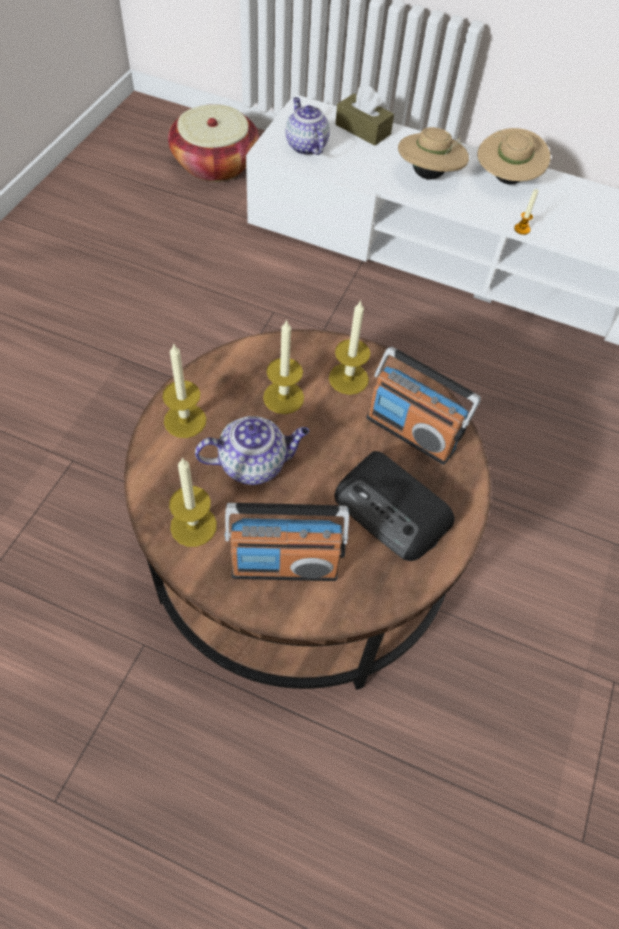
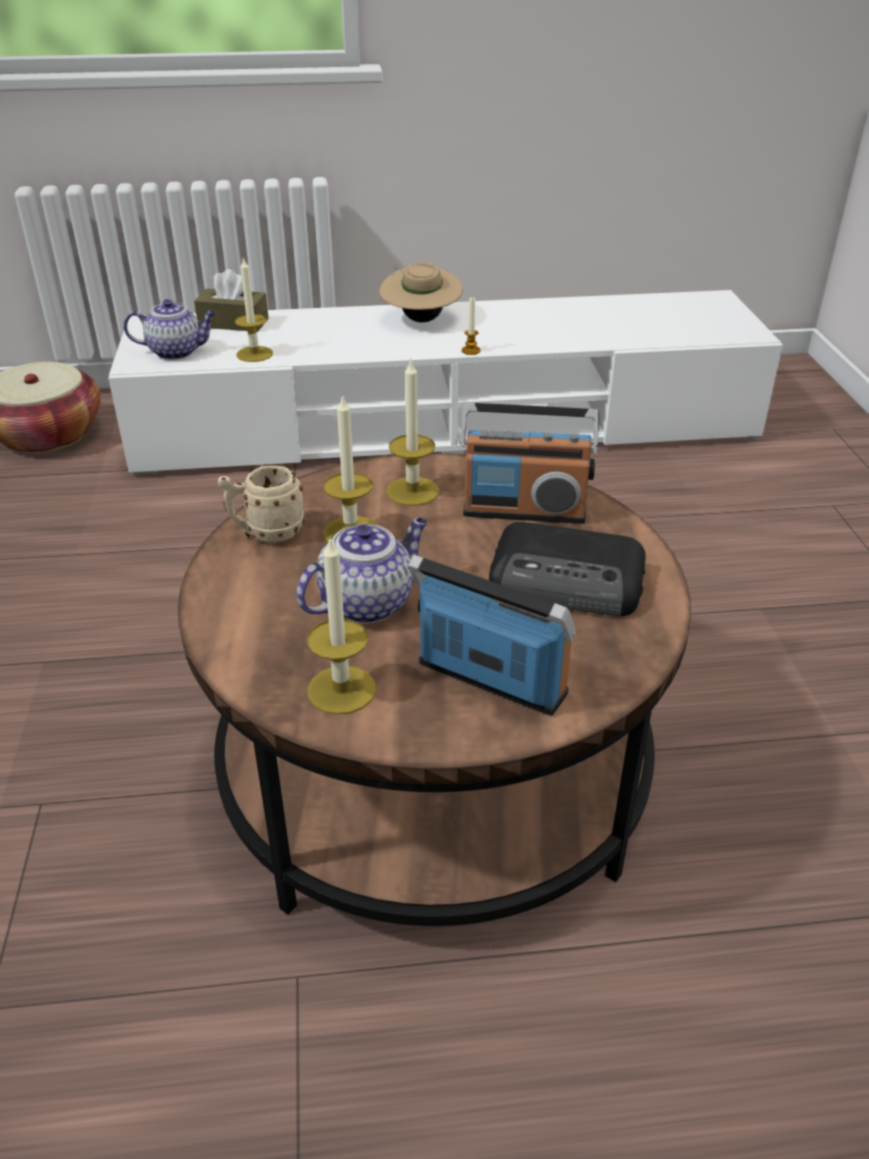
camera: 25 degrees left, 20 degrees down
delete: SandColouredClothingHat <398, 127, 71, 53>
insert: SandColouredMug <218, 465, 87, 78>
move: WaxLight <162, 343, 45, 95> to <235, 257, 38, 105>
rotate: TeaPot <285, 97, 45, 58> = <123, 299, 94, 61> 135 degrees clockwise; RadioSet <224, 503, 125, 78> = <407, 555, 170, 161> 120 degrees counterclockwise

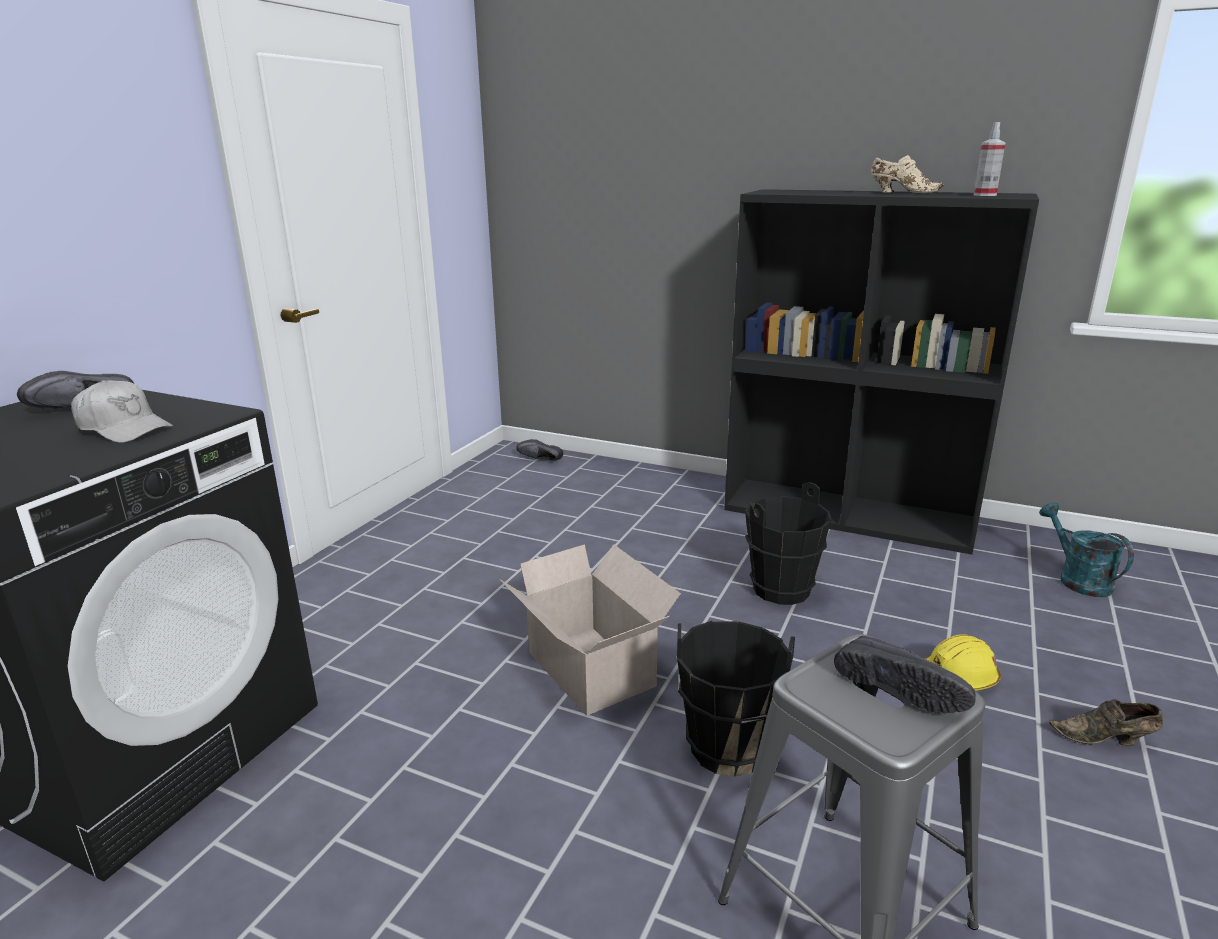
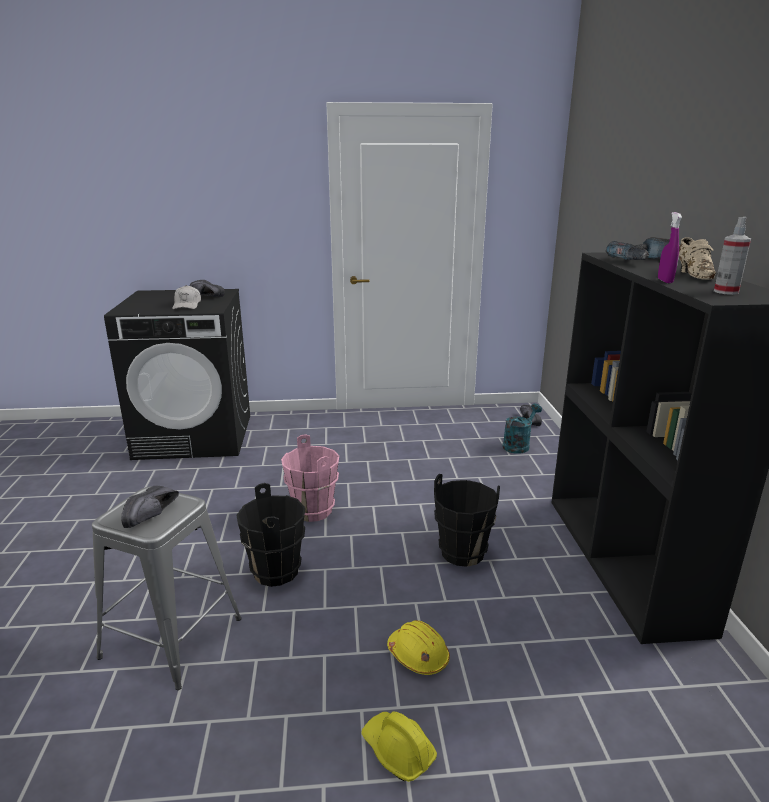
camera: 60 degrees right, 0 degrees up
insert: PurpleHandSprayer <658, 212, 24, 71>; Drill <606, 237, 64, 23>
move: BlueGreenSprinklingCan <1039, 502, 95, 95> to <502, 404, 40, 50>
replace: PackingBox <500, 544, 181, 172> to PinkishPail <281, 434, 58, 88>; BrownColouredShoe <1050, 699, 113, 47> to YellowHardHat <361, 712, 76, 70>

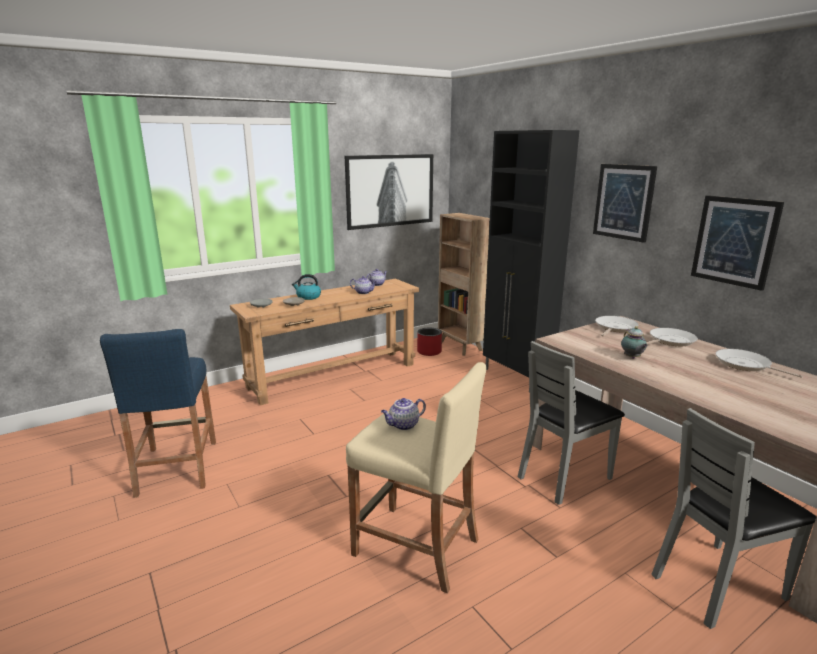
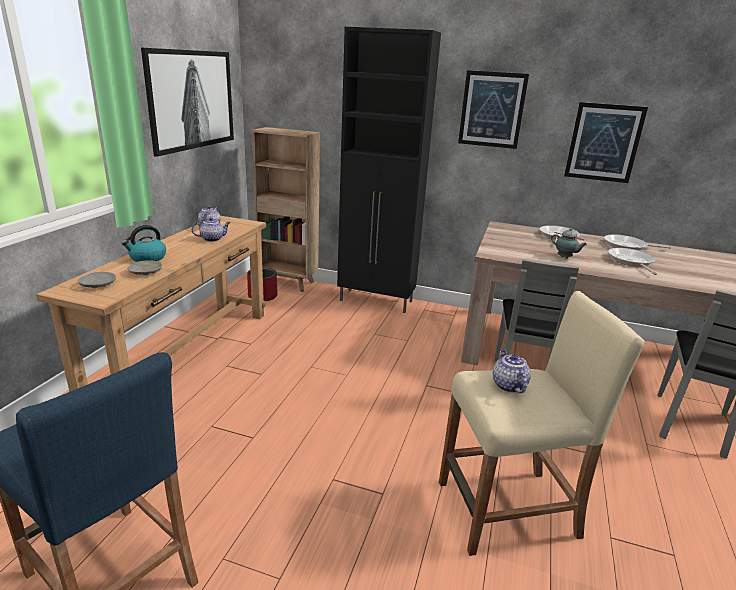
camera: 40 degrees left, 5 degrees up
move: Skillet <595, 316, 43, 20> to <608, 248, 49, 27>
rotate: TeaPot <381, 398, 45, 32> = <493, 348, 38, 45> 150 degrees clockwise

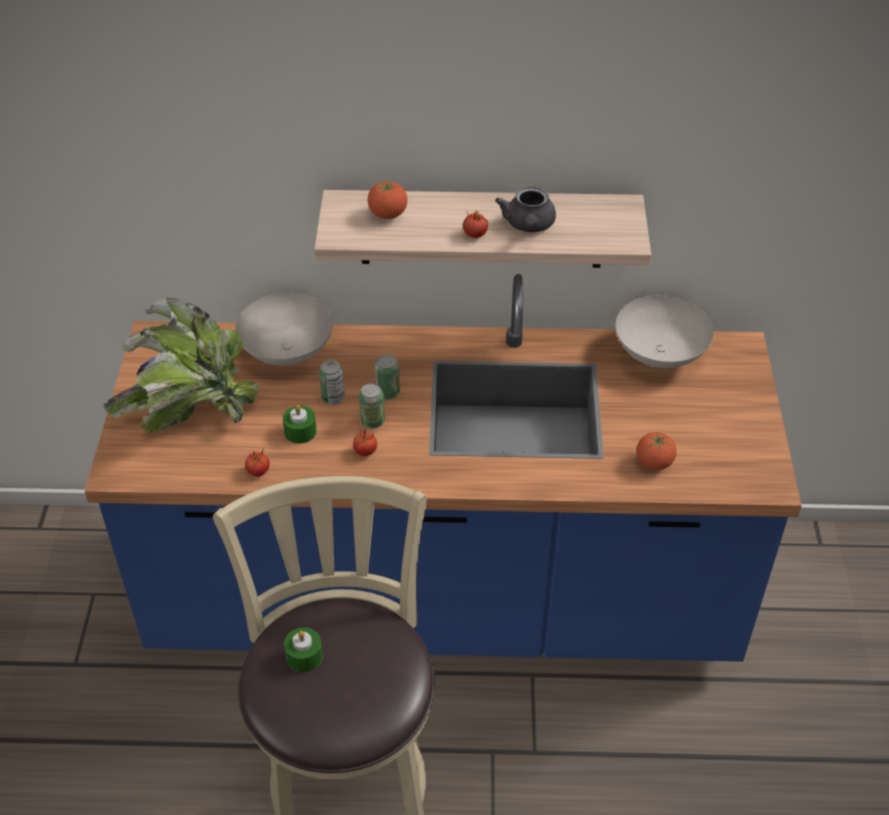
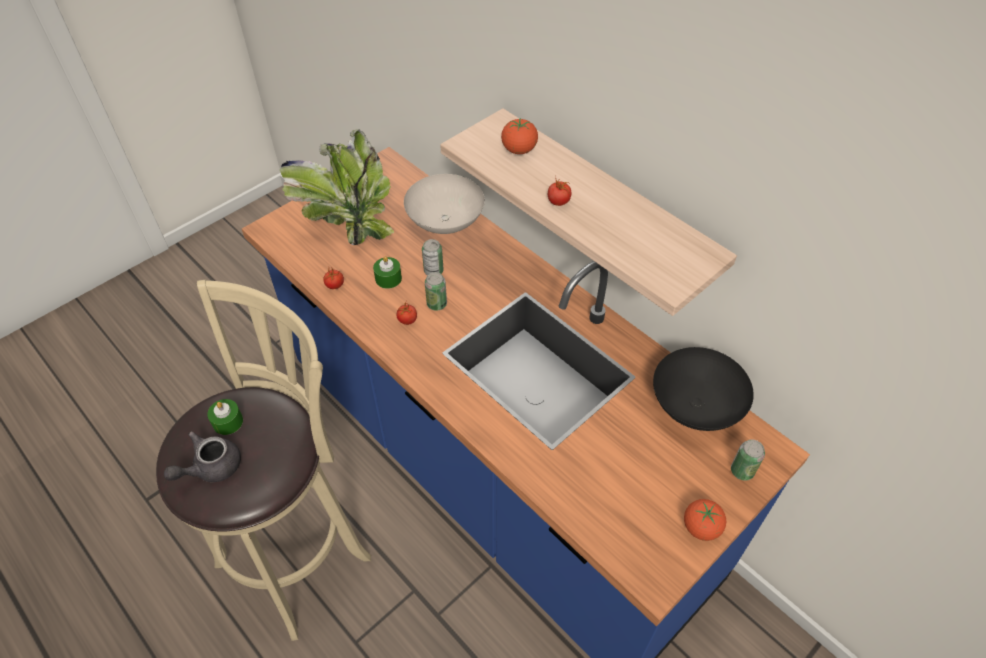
camera: 45 degrees right, 5 degrees up
move: GreyishTeaPot <495, 186, 61, 46> to <164, 431, 77, 51>; MetalCan <375, 354, 25, 45> to <731, 439, 34, 42>; FreshTomato <636, 432, 41, 38> to <684, 499, 42, 42>
recolor: WhiteBowl <615, 296, 99, 72> to BlackColouredBowl <653, 347, 101, 84>

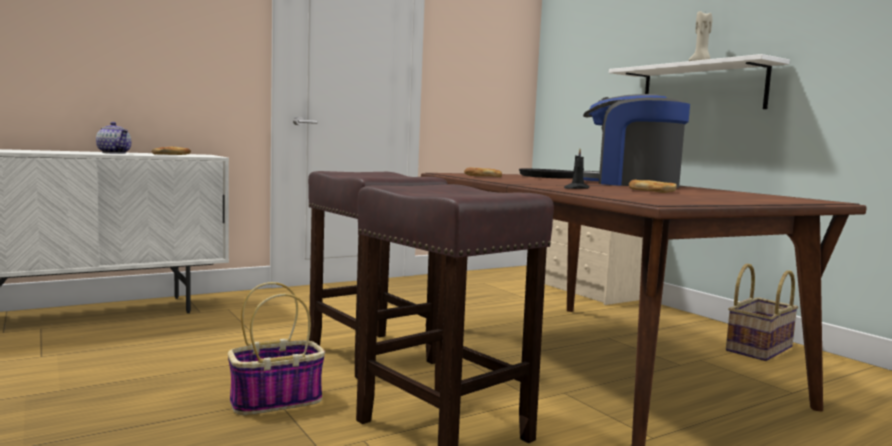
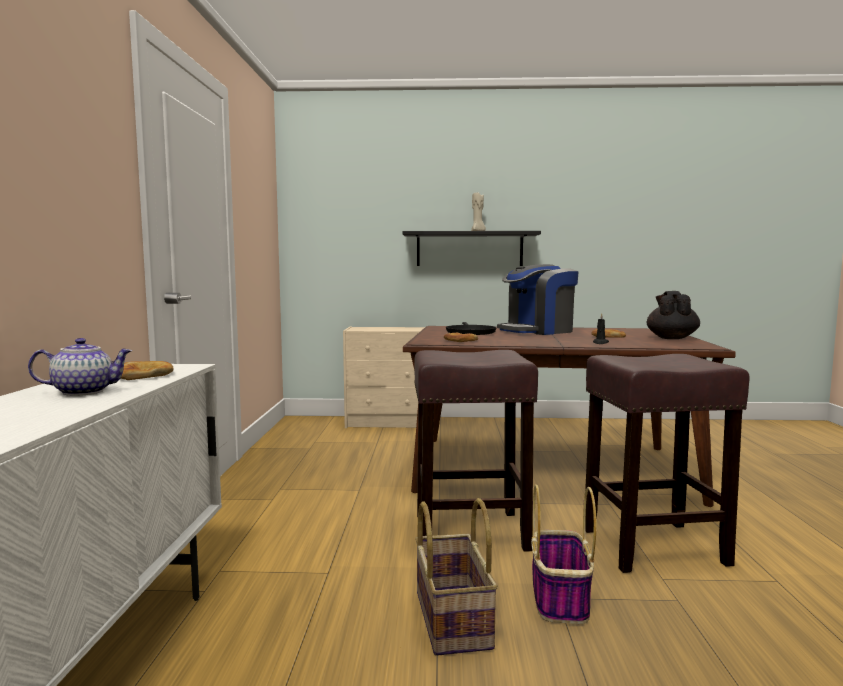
camera: 55 degrees left, 0 degrees up
insert: BlackColouredTeaPot <647, 291, 53, 48>
move: Basket <726, 264, 72, 97> to <415, 498, 83, 158>
recolor: WhiteShelf <609, 54, 181, 55> to BlackColouredShelf <403, 231, 138, 35>

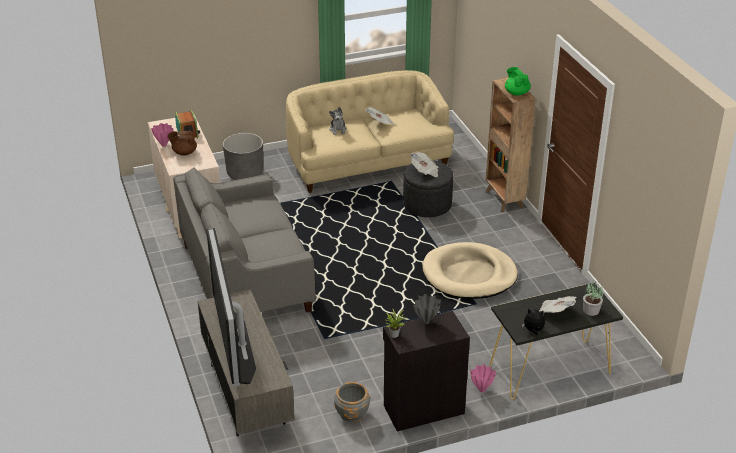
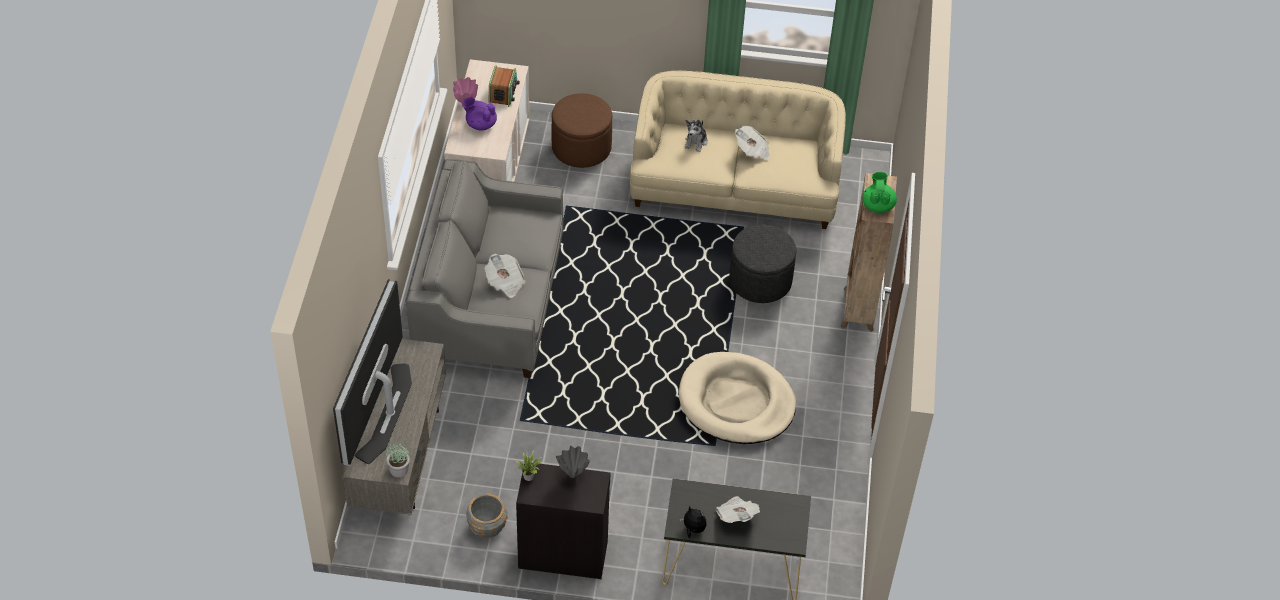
camera: 25 degrees right, 15 degrees up
delete: PinkishDecorativeVase <470, 364, 26, 29>
move: DailyPaper <410, 152, 28, 25> to <485, 254, 41, 44>; PottedPlant <583, 281, 20, 35> to <386, 440, 24, 37>
replace: GreyishFlowerPot <223, 133, 40, 47> to BrownColouredFootrest <552, 93, 60, 75>
recolor: BrownColouredTeaPot <167, 130, 30, 26> to PurpleTeaPot <462, 97, 35, 33>

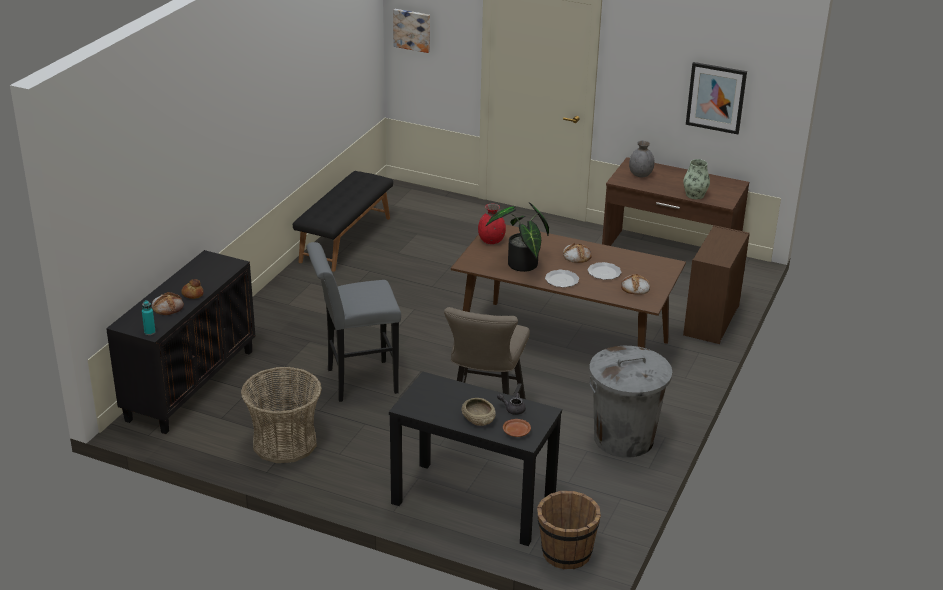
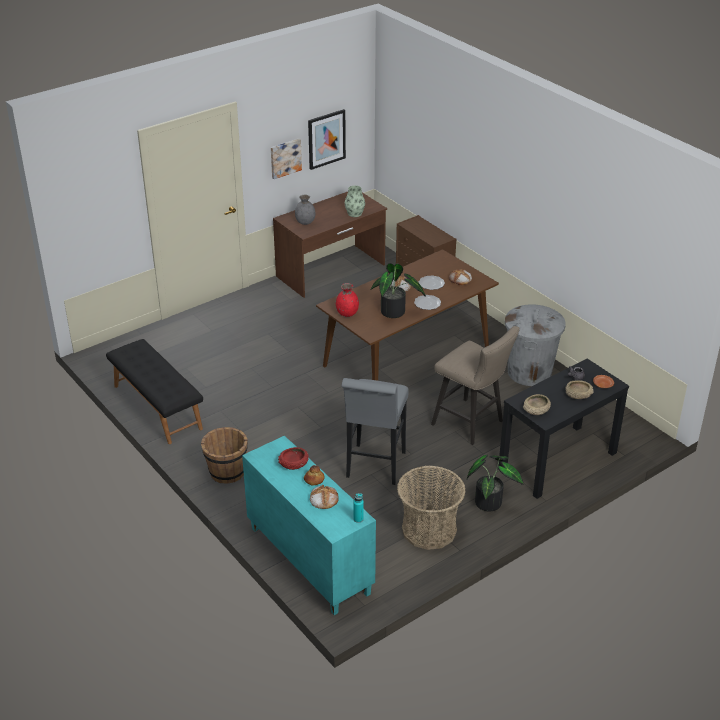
camera: 60 degrees left, 5 degrees up
insert: SandColouredBowl <523, 394, 28, 21>; ReddishBowl <278, 447, 31, 23>; PottedPlant <467, 454, 56, 58>
move: Picture <393, 9, 37, 44> to <271, 138, 31, 41>; BrownColouredPail <537, 491, 64, 78> to <201, 427, 47, 57>
recolor: BlackColouredCabinet <106, 250, 149, 184> to BlueGreenCabinet <242, 436, 134, 179>

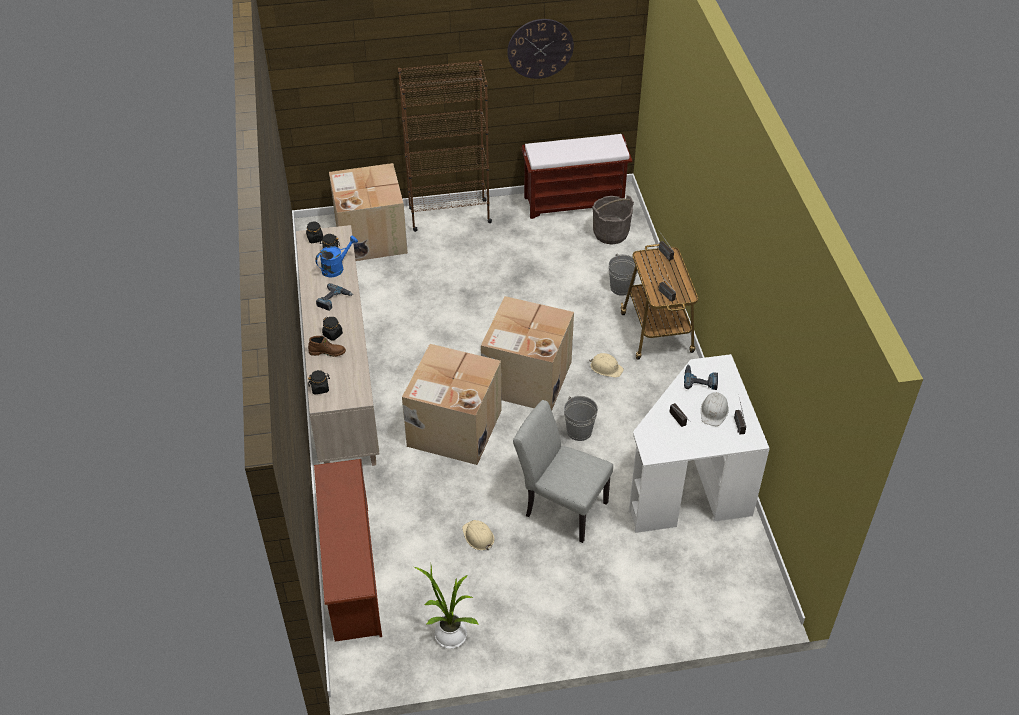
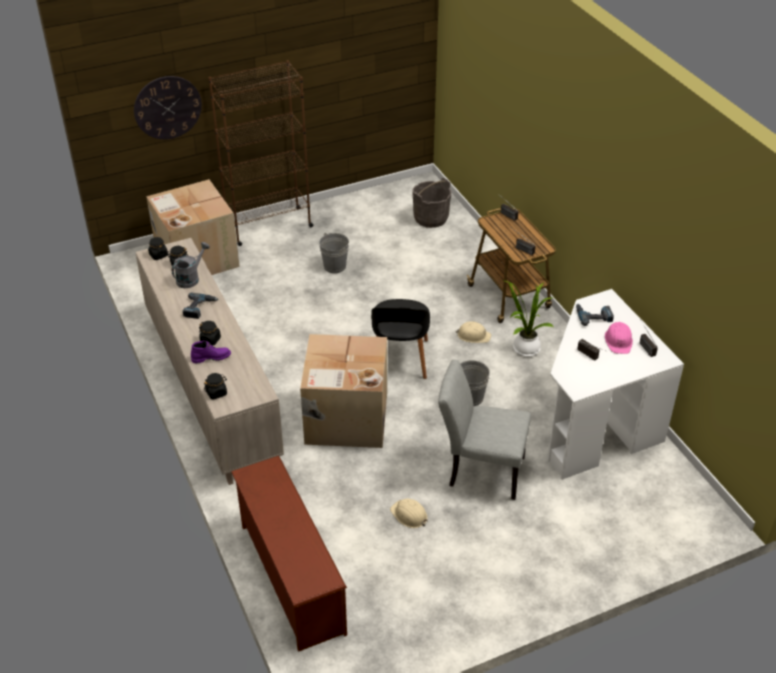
camera: 15 degrees left, 5 degrees down
delete: BrownColouredBench <522, 134, 110, 85>
move: WallClock <507, 19, 67, 60> to <134, 76, 68, 63>; GreyishPail <609, 253, 29, 43> to <319, 233, 30, 40>; PottedPlant <414, 566, 65, 83> to <505, 281, 49, 76>
replace: PackingBox <481, 296, 93, 114> to BlackColouredChair <371, 299, 59, 80>
recolor: BlueSprinklingCan <315, 235, 43, 42> to GreyishSprinklingCan <172, 242, 38, 46>; BrownColouredTallBoot <308, 336, 38, 21> to PurpleTallBoot <191, 341, 40, 22>; WhiteHardHat <701, 392, 28, 34> to PinkishHardHat <605, 322, 28, 32>

